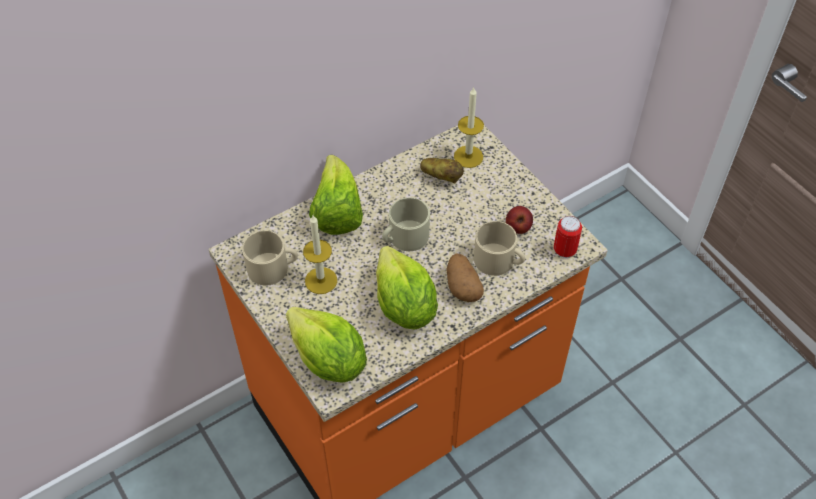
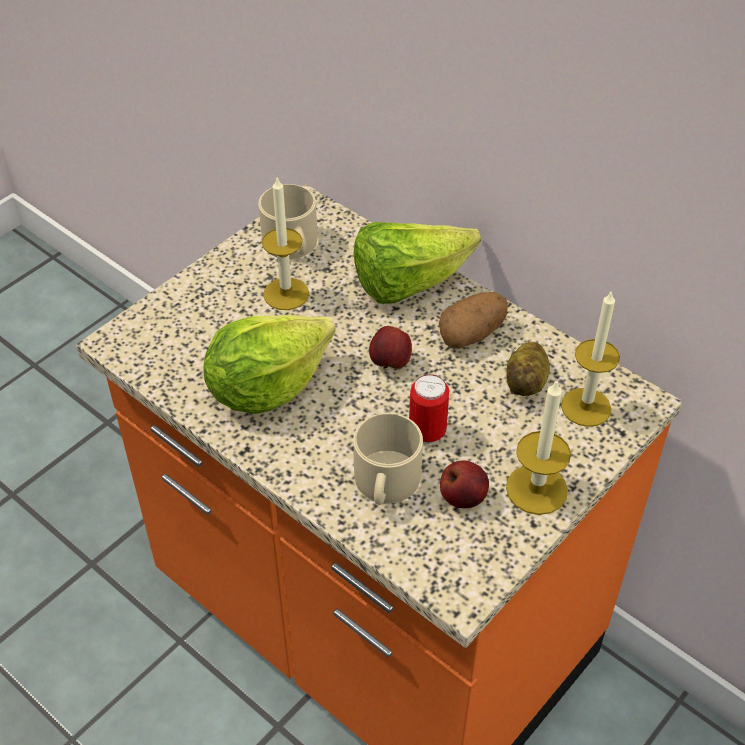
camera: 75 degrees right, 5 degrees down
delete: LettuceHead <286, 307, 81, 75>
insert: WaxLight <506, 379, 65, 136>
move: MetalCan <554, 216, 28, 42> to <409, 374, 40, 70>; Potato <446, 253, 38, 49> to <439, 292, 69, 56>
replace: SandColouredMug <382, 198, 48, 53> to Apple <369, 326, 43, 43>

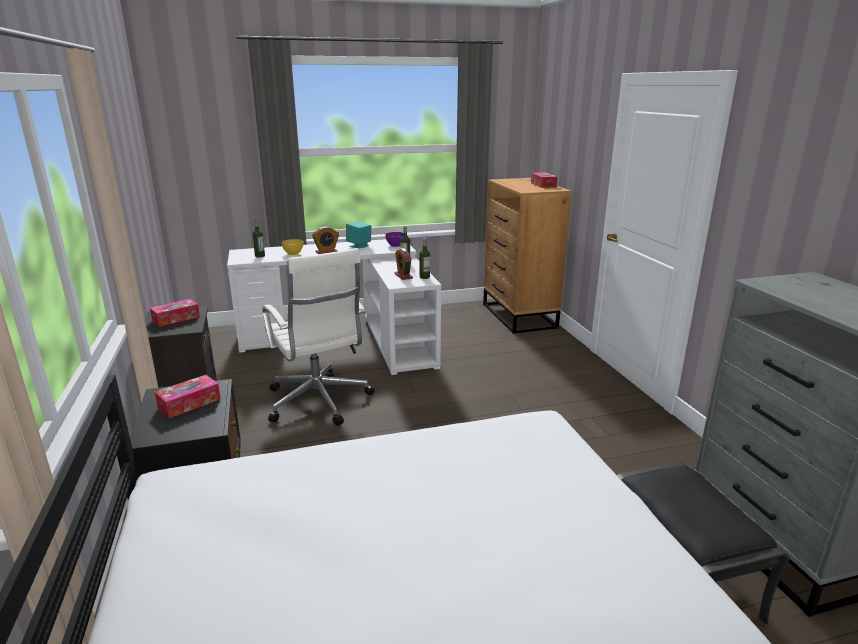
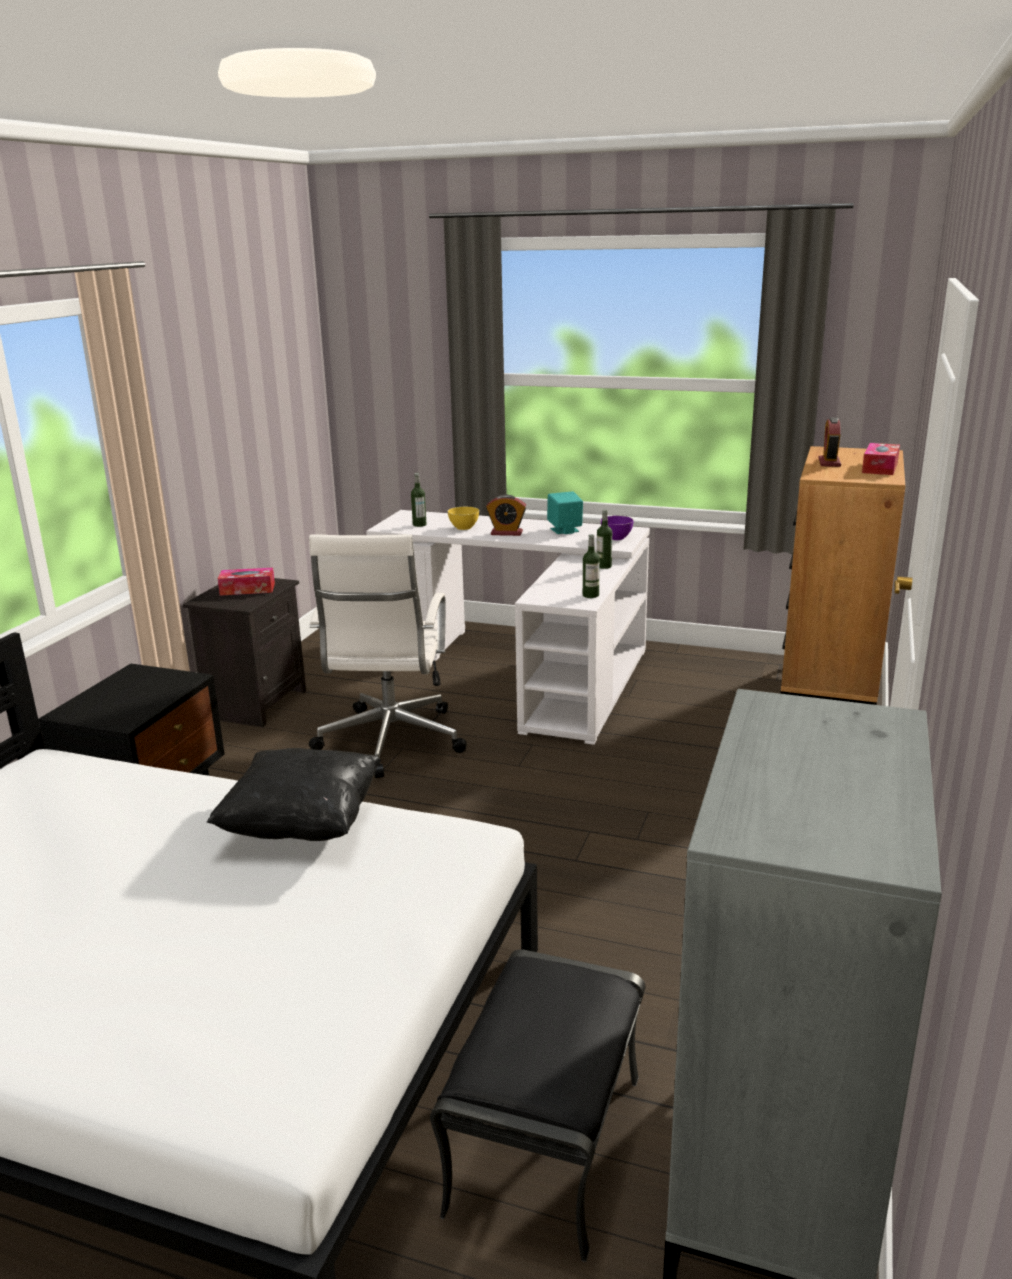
camera: 35 degrees right, 0 degrees up
delete: TissueHolder <155, 375, 66, 43>
insert: BlackColouredThrowPillow <207, 748, 174, 93>
move: TableClock <394, 248, 19, 32> to <818, 417, 23, 50>

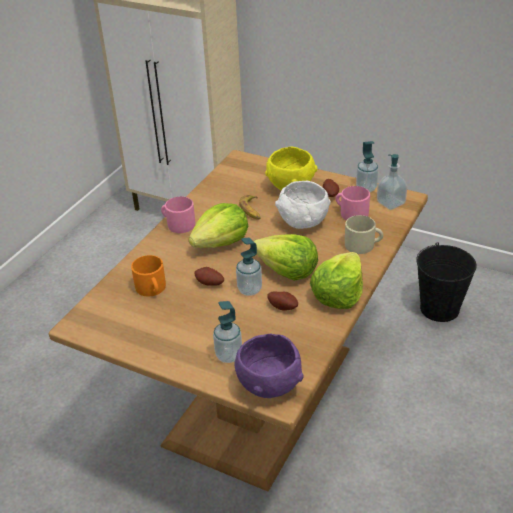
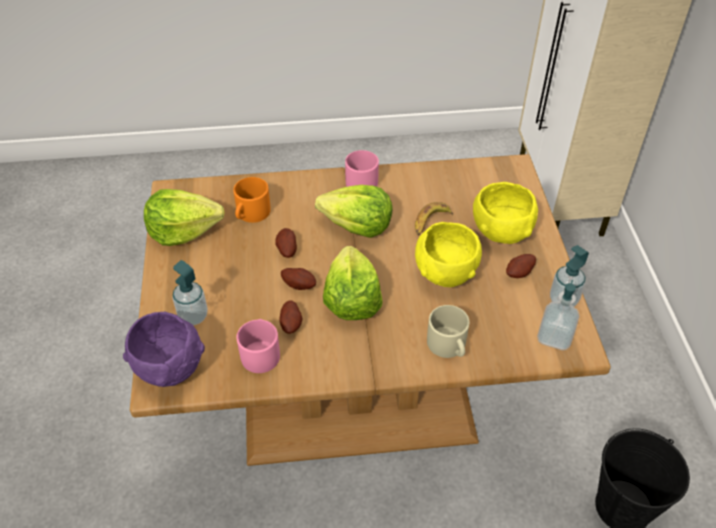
camera: 55 degrees right, 10 degrees up
move: PinkishMug <336, 186, 34, 34> to <236, 319, 44, 54>; LettuceHead <310, 252, 53, 57> to <144, 189, 81, 57>
replace: SoapDispenser <236, 238, 26, 58> to Potato <281, 268, 35, 22>
recolor: WhiteBowl <275, 181, 56, 48> to YellowBowl <415, 222, 67, 65>

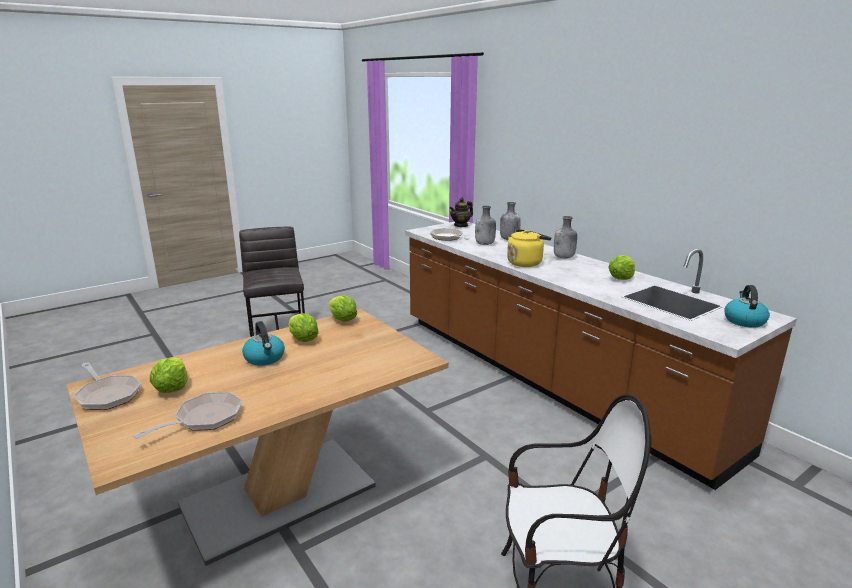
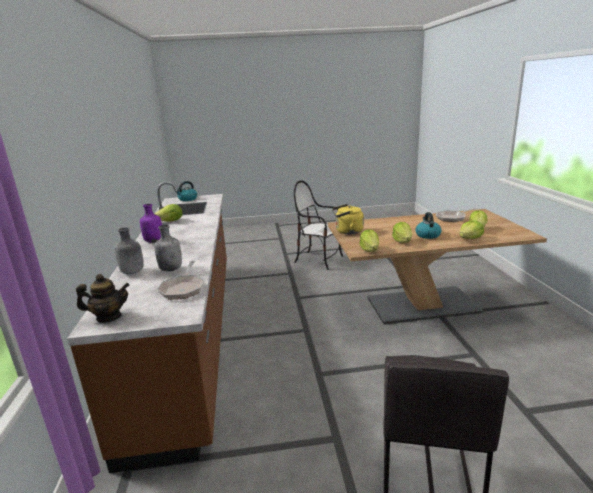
camera: 150 degrees left, 0 degrees up
delete: Skillet <74, 362, 68, 48>
insert: LettuceHead <460, 221, 24, 18>
move: YellowWaterKettle <507, 229, 44, 38> to <332, 204, 32, 30>
recolor: GreyishBottle <554, 216, 23, 43> to PurpleBottle <140, 204, 22, 39>

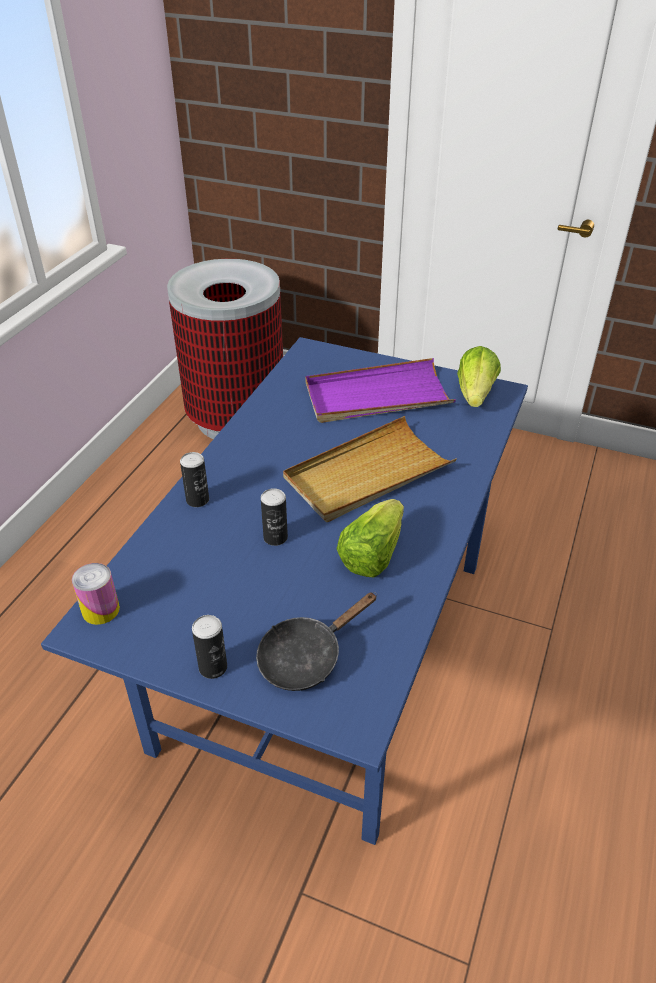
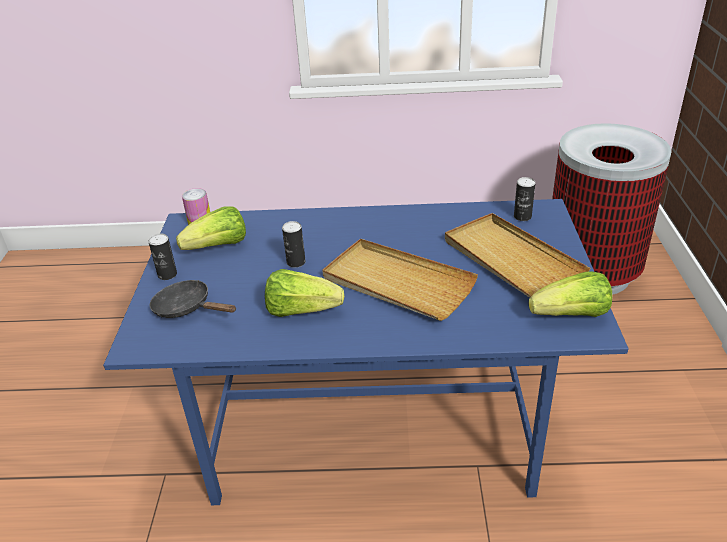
camera: 70 degrees right, 5 degrees down
insert: LettuceHead <176, 207, 70, 43>
move: MetalCan <180, 452, 29, 55> to <514, 177, 21, 44>
recolor: PurpleCarryingTray <305, 358, 151, 65> to SandColouredCarryingTray <445, 213, 145, 85>

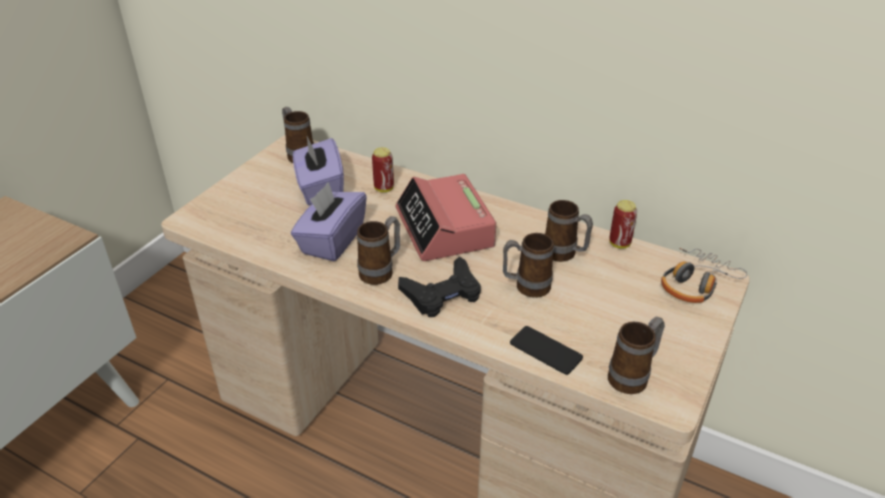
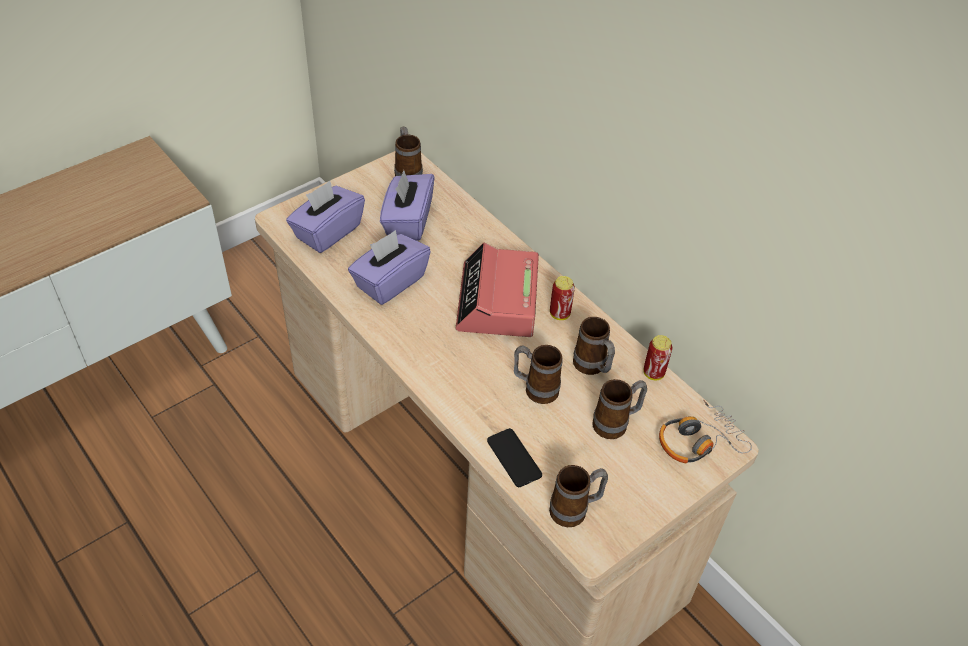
camera: 20 degrees right, 10 degrees up
delete: BlackColouredJoypad <398, 256, 83, 61>
insert: PurpleTissueHolder <286, 181, 79, 72>
move: MetalCan <372, 147, 22, 45> to <550, 276, 25, 44>; Mug <357, 216, 43, 69> to <592, 379, 55, 60>

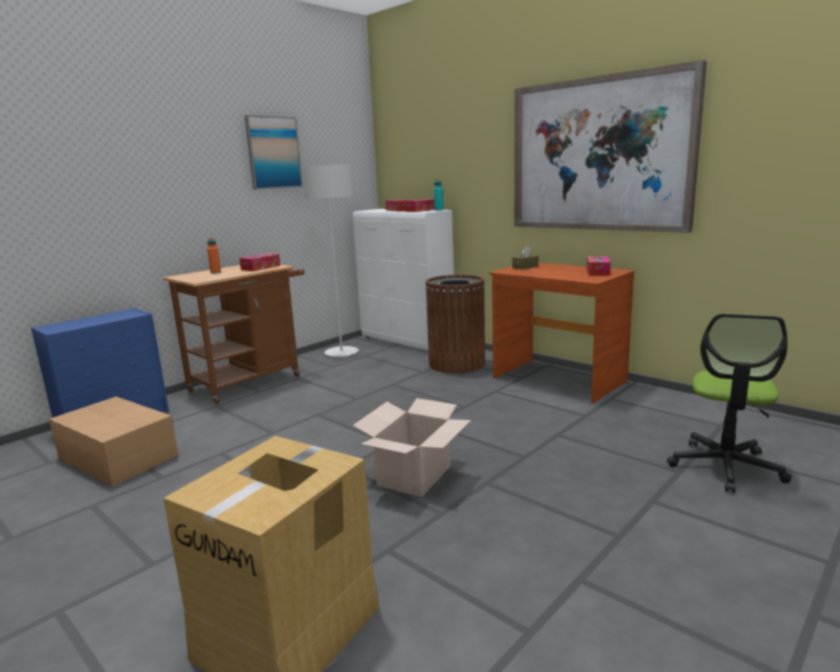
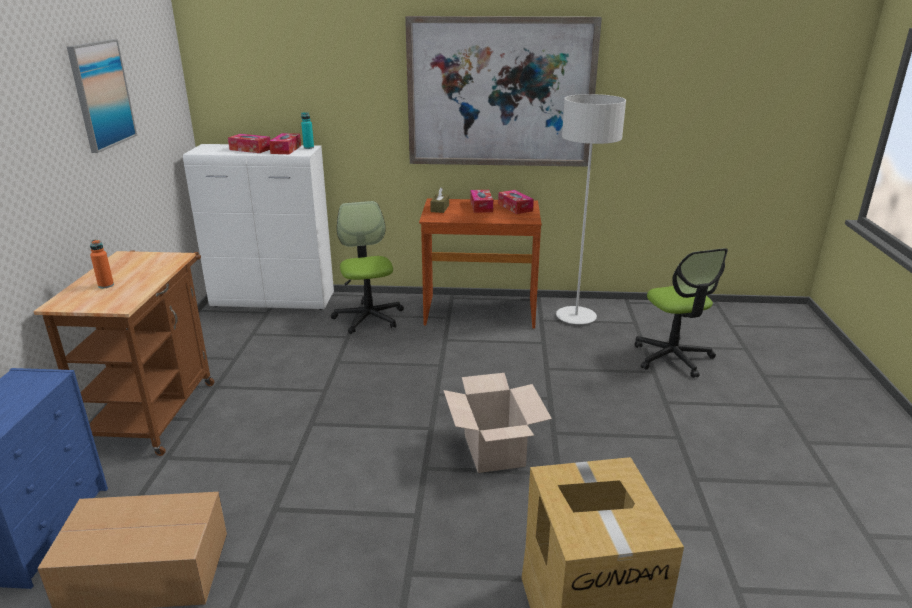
camera: 40 degrees left, 10 degrees up
move: GreyishStandardLamp <301, 165, 58, 192> to <556, 94, 70, 230>; TissueHolder <239, 253, 41, 18> to <470, 190, 23, 23>
replace: BrownColouredTrashCan <426, 275, 59, 99> to DeskChair <331, 201, 73, 133>

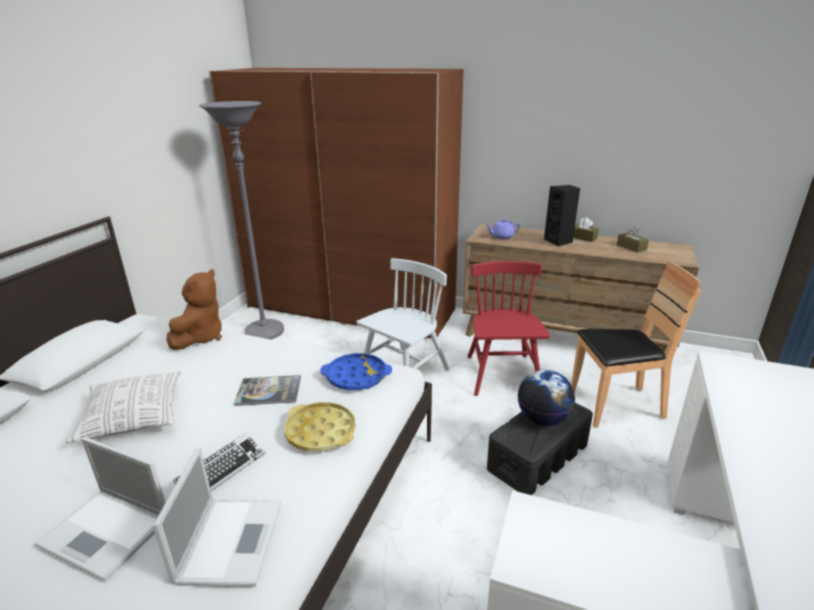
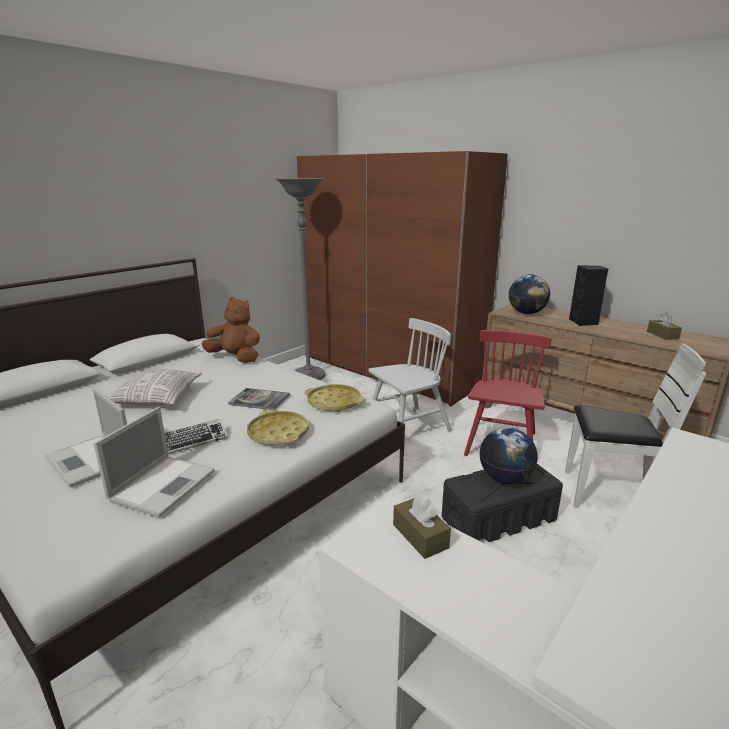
camera: 20 degrees right, 5 degrees down
move: BrownColouredTissueHolder <573, 217, 26, 25> to <393, 494, 58, 65>
replace: PurpleTeaPot <486, 219, 34, 20> to WorldGlobe <509, 274, 41, 40>
recolor: BrownColouredChair <571, 261, 130, 167> to WhiteChair <565, 343, 141, 165>; BlueCarryingTray <320, 353, 72, 37> to YellowCarryingTray <305, 384, 60, 28>
rotate: BrownColouredSoftToy <167, 269, 55, 81> = <202, 297, 58, 66> 105 degrees counterclockwise

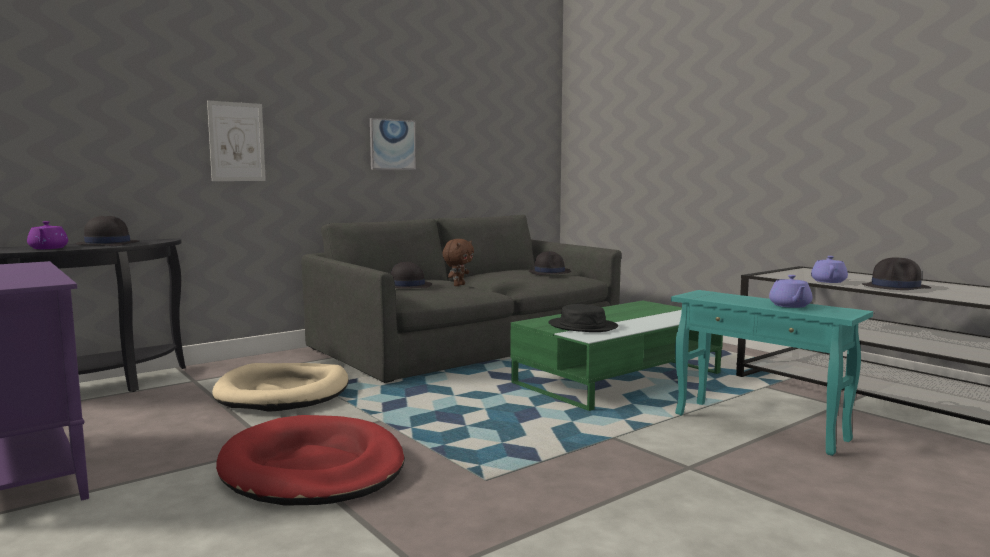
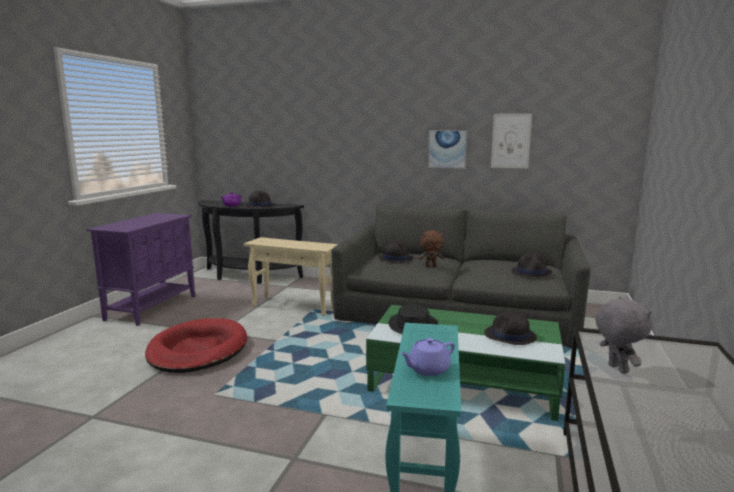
camera: 55 degrees right, 5 degrees up
move: Picture <207, 100, 59, 81> to <491, 113, 41, 55>; BlackColouredClothingHat <862, 257, 69, 33> to <484, 310, 53, 35>
replace: PurpleTeaPot <811, 256, 37, 27> to GreyishSoftToy <595, 297, 57, 77>; SandColouredPetBed <212, 363, 136, 49> to SandColouredSideTable <244, 237, 94, 79>

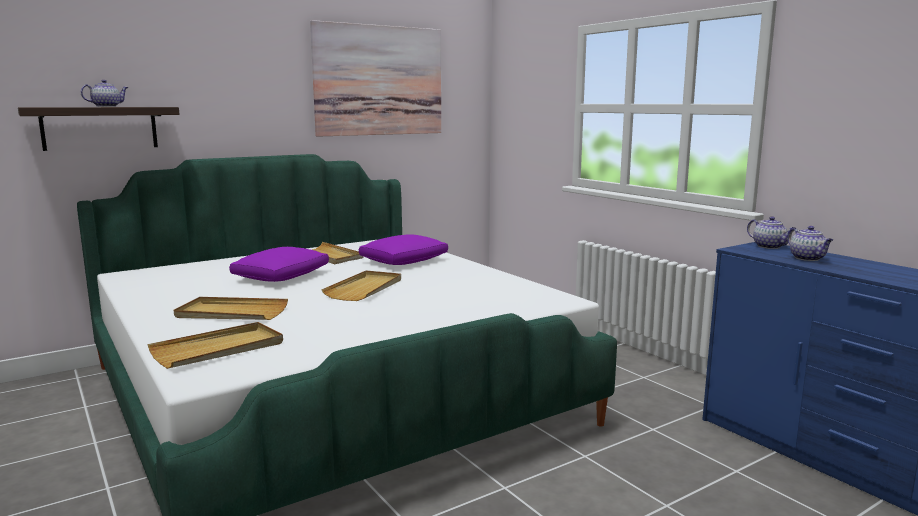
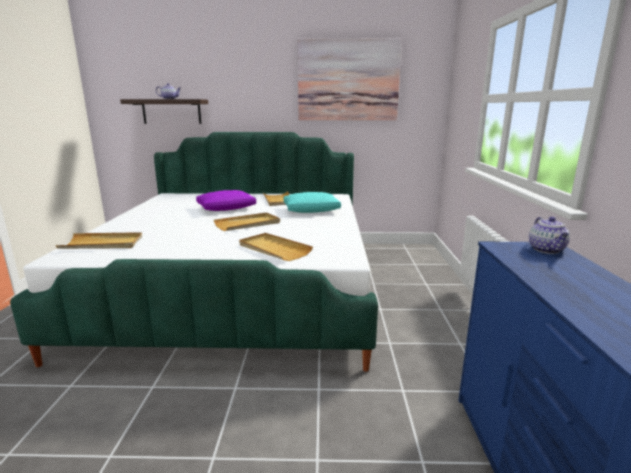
camera: 35 degrees right, 5 degrees up
delete: TeaPot <788, 226, 45, 35>
move: SandColouredCarryingTray <174, 297, 114, 23> to <239, 233, 74, 28>
recolor: PurpleThrowPillow <359, 234, 89, 31> to BlueGreenThrowPillow <283, 192, 58, 21>

